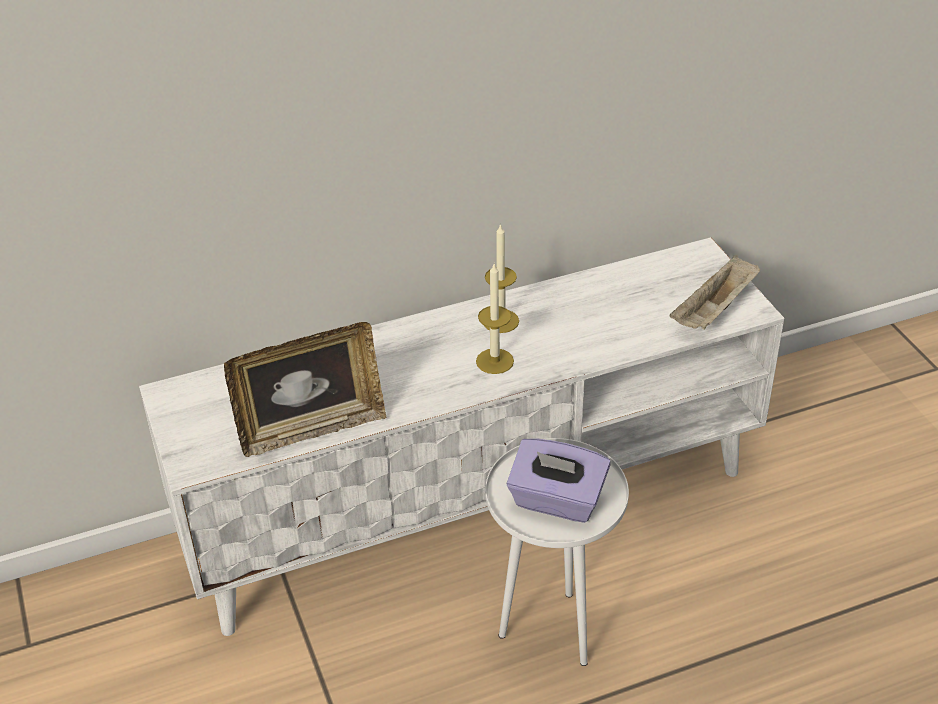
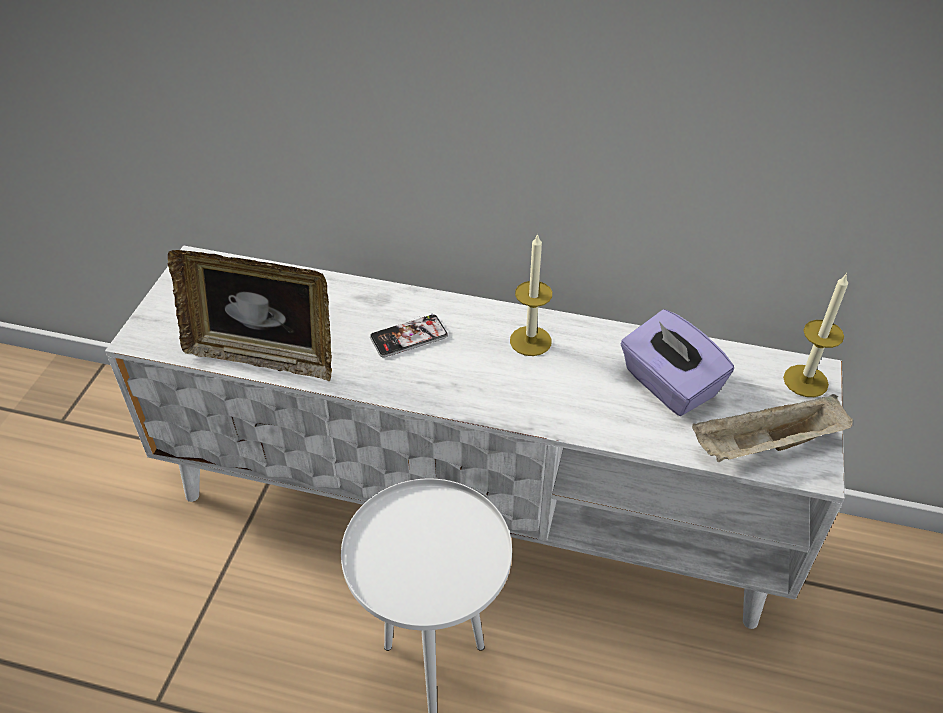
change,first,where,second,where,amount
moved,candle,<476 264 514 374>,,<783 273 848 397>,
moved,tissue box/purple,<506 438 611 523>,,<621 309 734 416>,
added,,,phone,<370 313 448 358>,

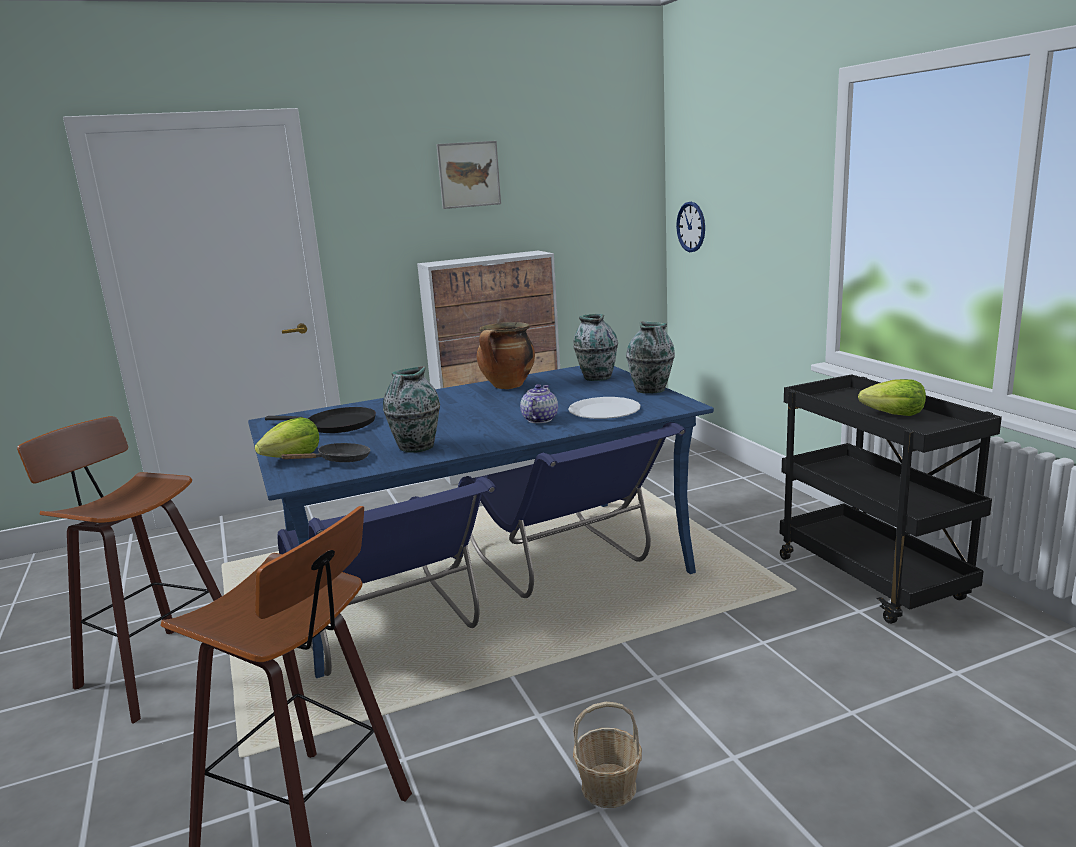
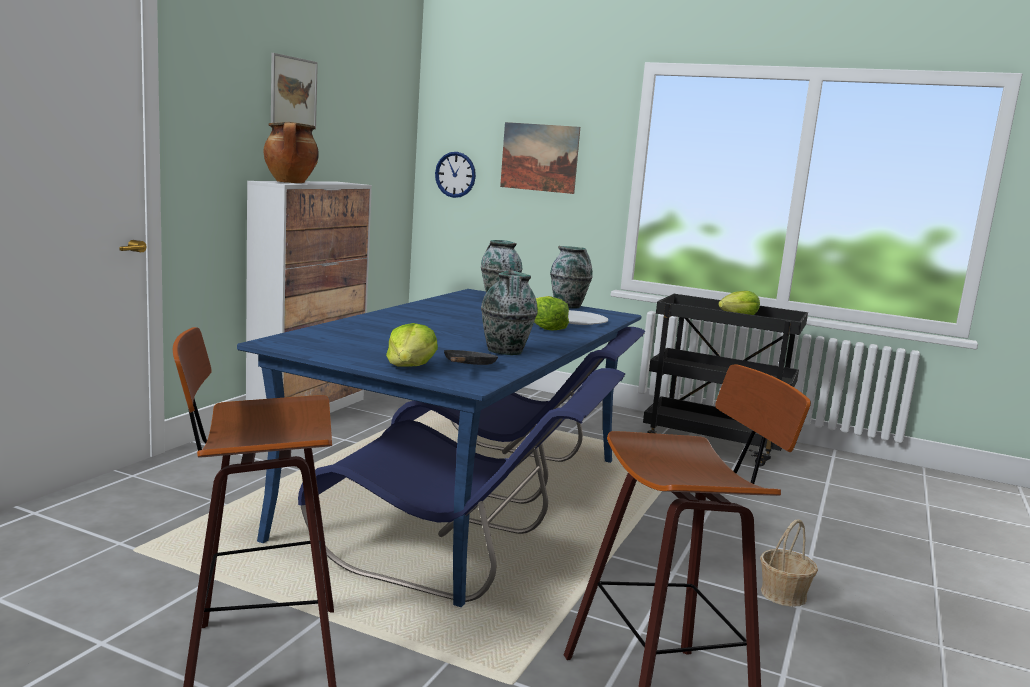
change,first,where,second,where,amount
removed,frying pan/black,<265 407 376 433>,,,
moved,cooking pot,<477 322 535 389>,,<263 122 319 183>,
replaced,teapot,<520 384 558 423>,lettuce,<534 296 569 331>,
added,,,picture,<500 122 580 194>,

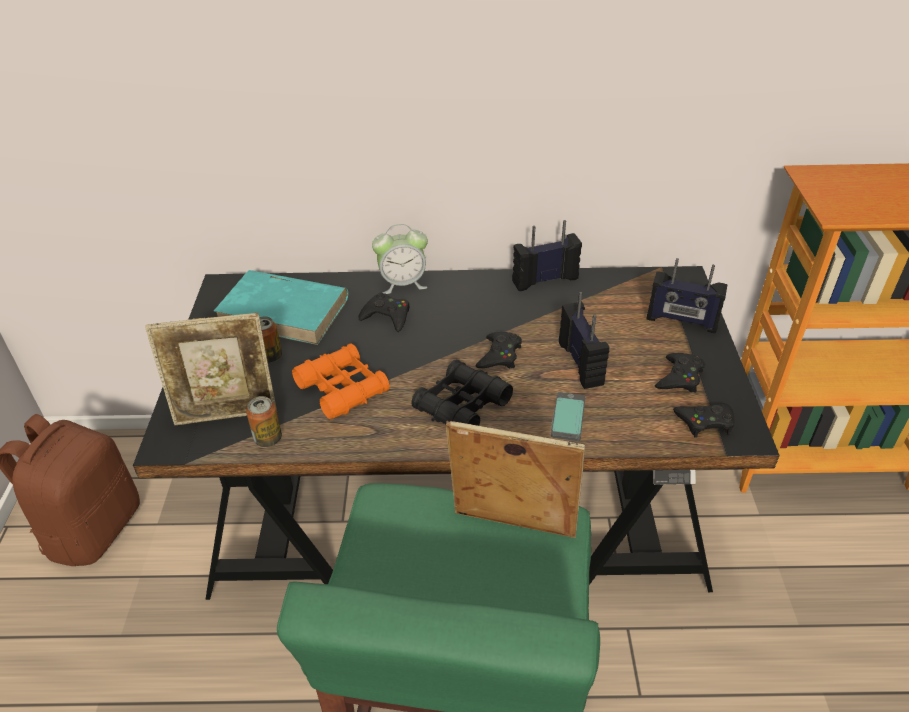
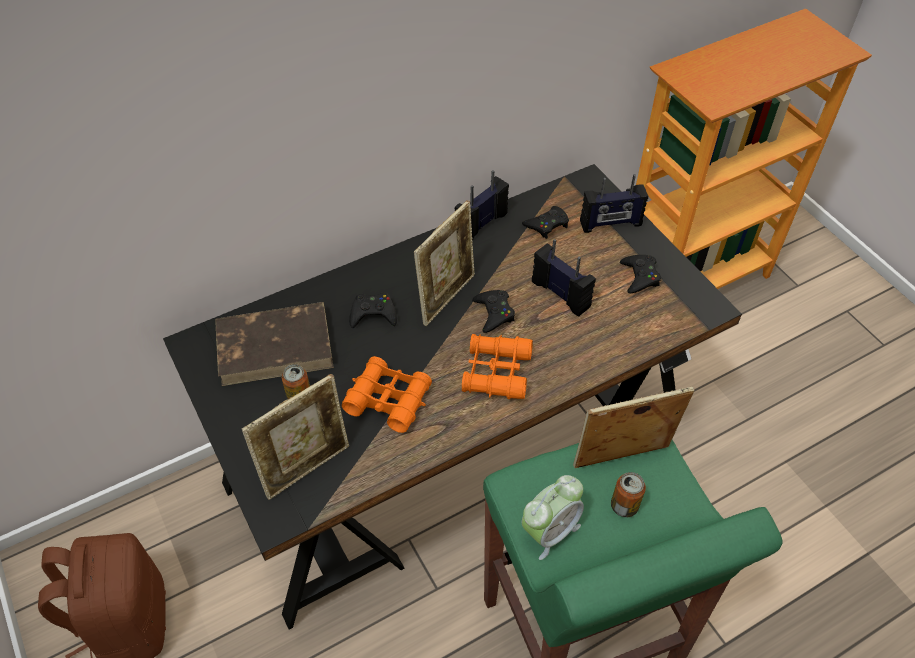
change,first,where,second,where,amount
recoloured,book/turquoise,<214 270 348 345>,book/brown,<215 302 334 386>,
moved,can,<246 396 282 447>,,<611 472 646 517>,
moved,alarm clock,<372 224 428 294>,,<522 475 584 560>,
recoloured,binoculars/black,<411 360 513 426>,binoculars/orange,<462 334 533 399>,
removed,phone,<551 392 586 441>,,,
moved,game controller/black,<673 403 735 438>,,<522 206 569 239>,
added,,,picture frame,<414 200 475 326>,

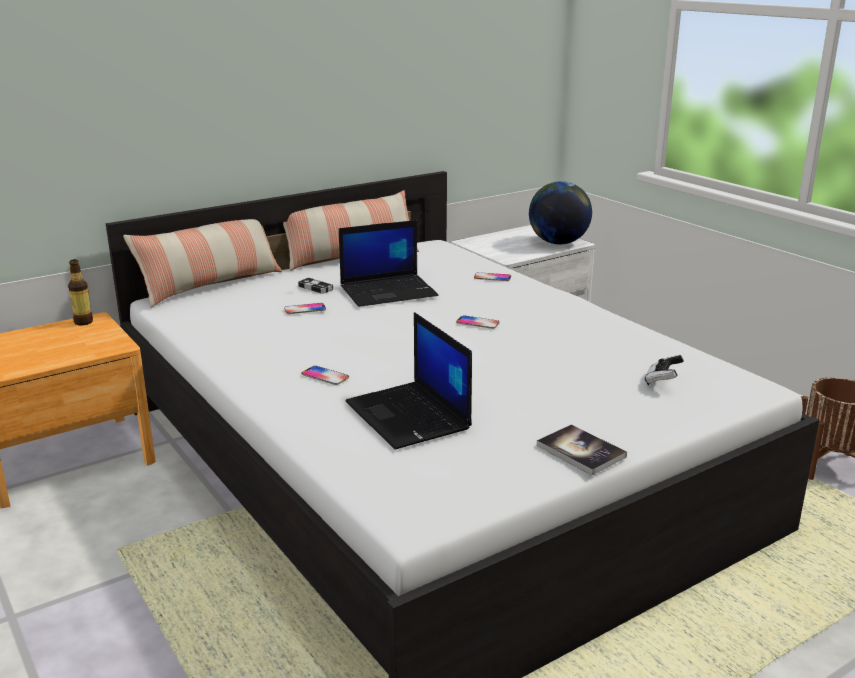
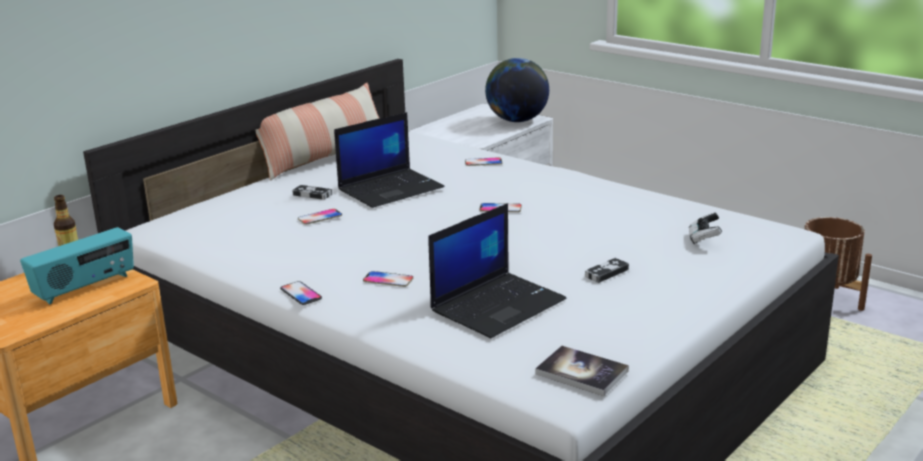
change,first,where,second,where,amount
removed,pillow,<123 219 282 308>,,,
turned,laptop,<345 312 472 450>,,<429 203 567 338>,90 degrees counterclockwise
moved,book,<537 425 627 475>,,<535 346 629 396>,
added,,,radio,<20 227 134 305>,
added,,,phone,<280 281 322 305>,
added,,,game controller,<585 258 629 283>,

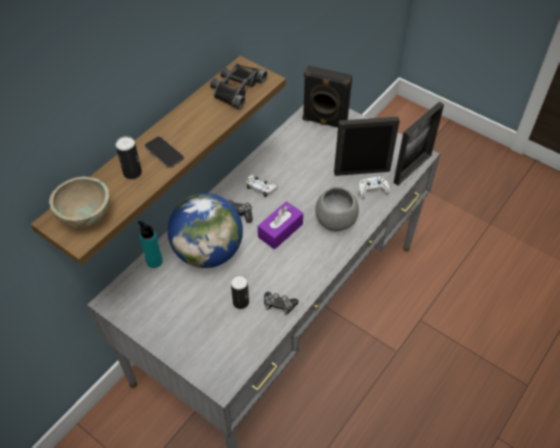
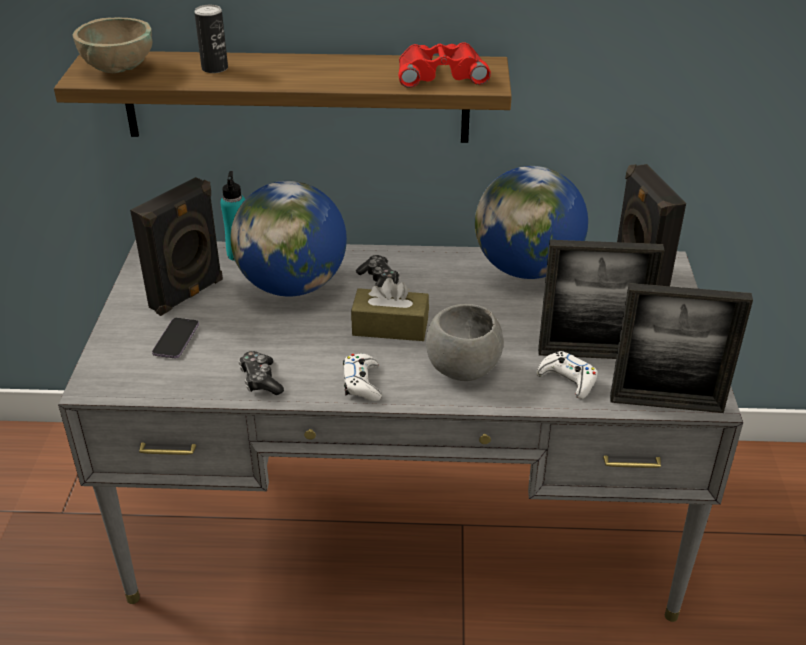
change,first,where,second,where,amount
moved,phone,<144 136 184 168>,,<152 318 199 358>,
recoloured,binoculars/black,<210 63 267 110>,binoculars/red,<398 42 491 88>,
removed,can,<231 275 249 309>,,,
moved,game controller/white,<246 174 278 197>,,<343 353 382 401>,
recoloured,tissue box/purple,<258 201 303 249>,tissue box/brown,<351 278 429 341>,
turned,picture frame,<334 116 400 176>,,<538 240 665 359>,135 degrees clockwise
added,,,speaker/black,<130 177 223 316>,
added,,,globe,<475 166 588 279>,

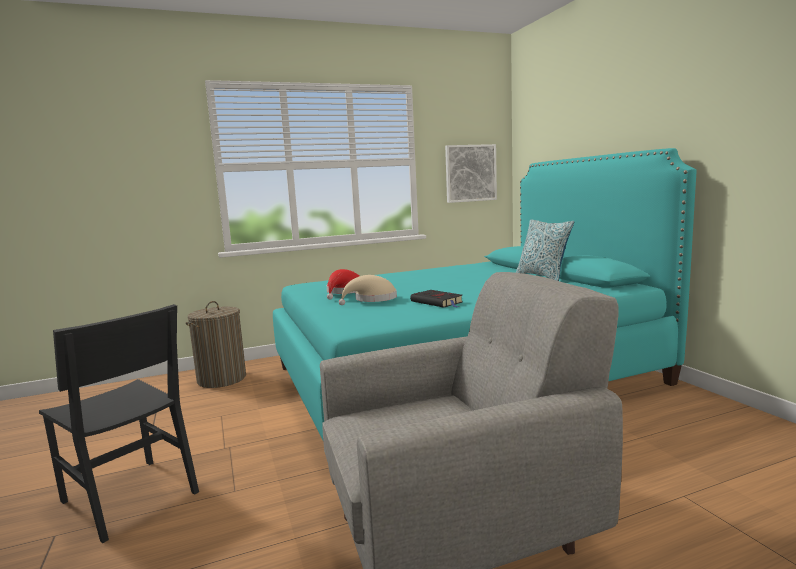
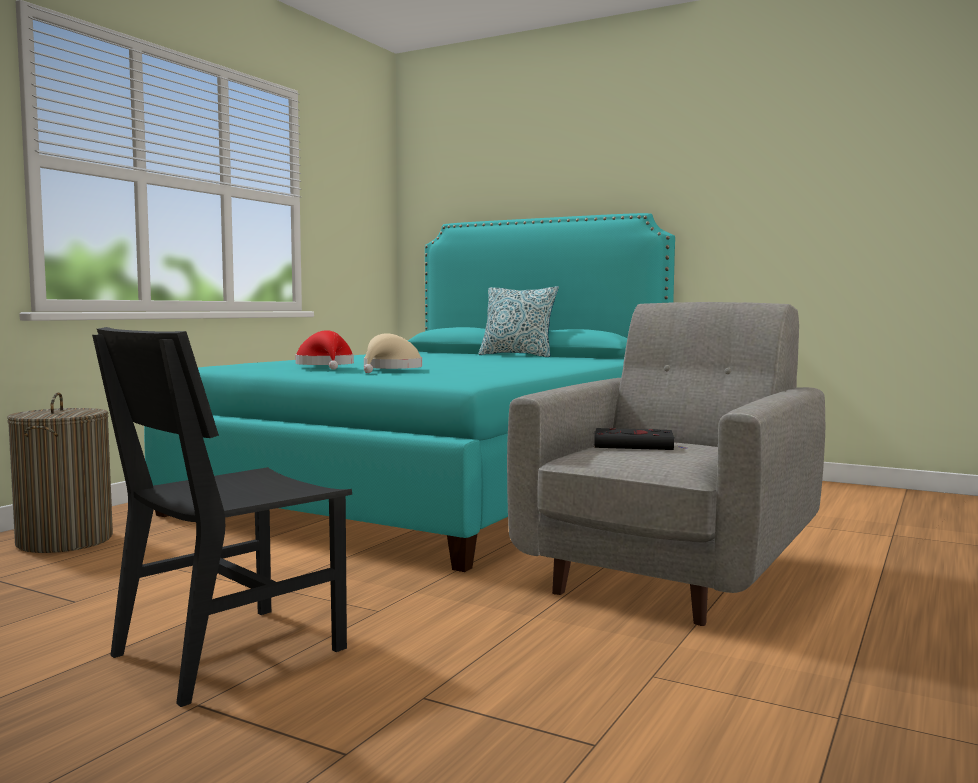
change,first,where,second,where,amount
turned,chair/black,<39 304 199 543>,,<92 327 352 707>,135 degrees clockwise
moved,book/black,<410 290 462 308>,,<593 428 689 450>,
removed,picture,<445 144 497 203>,,,

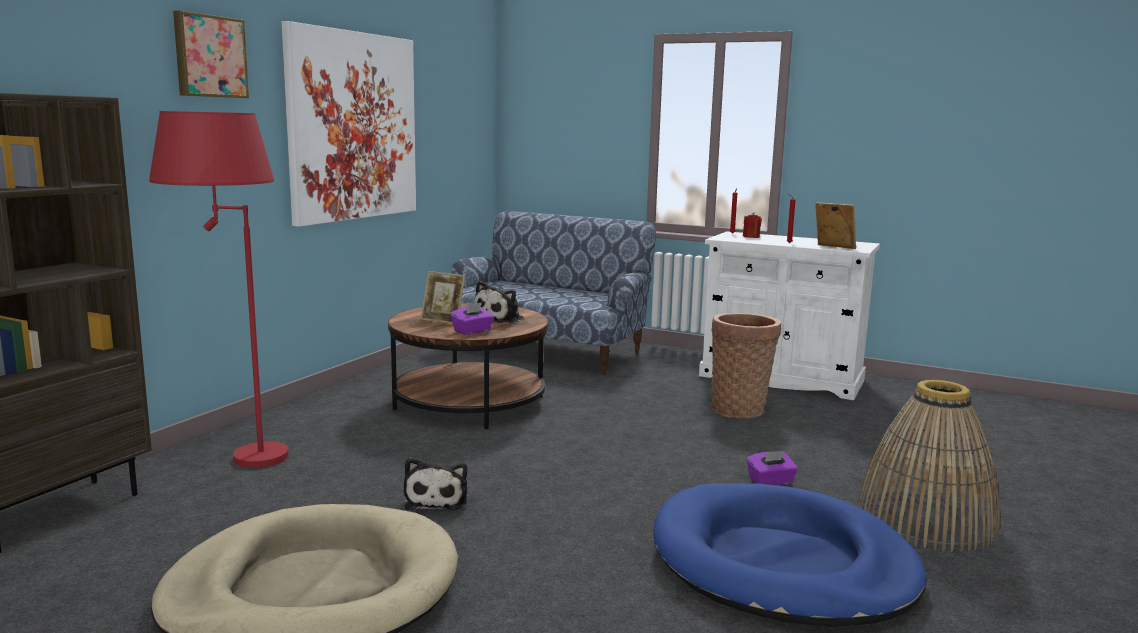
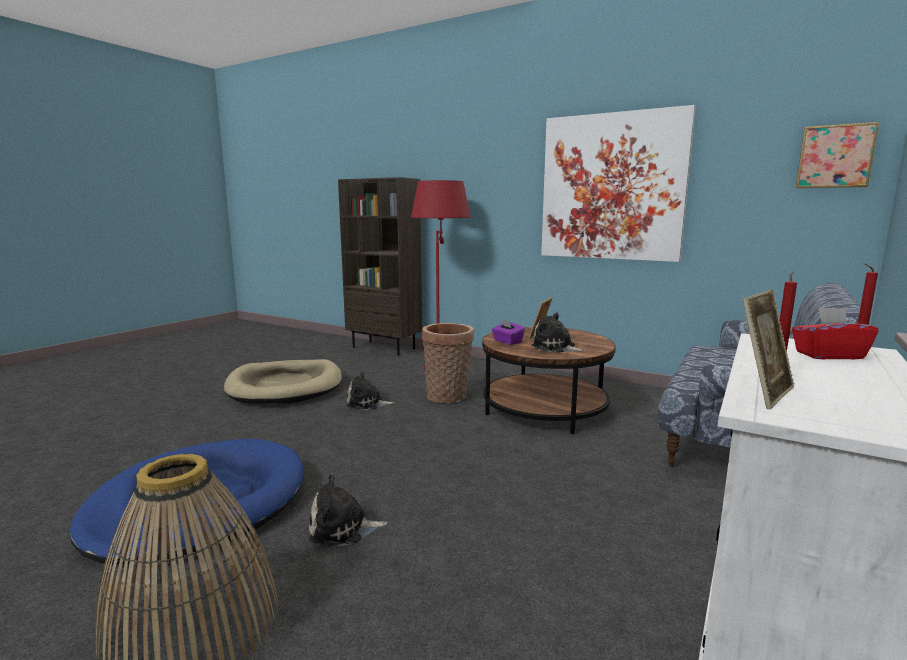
change,first,where,second,where,amount
moved,picture,<173 11 249 98>,,<796 122 879 188>,
moved,basket,<711 313 781 419>,,<422 323 474 403>,
replaced,candle/red,<743 212 762 238>,tissue box/red,<792 307 879 359>,
replaced,tissue box/purple,<747 451 798 485>,plush toy,<309 474 387 547>,

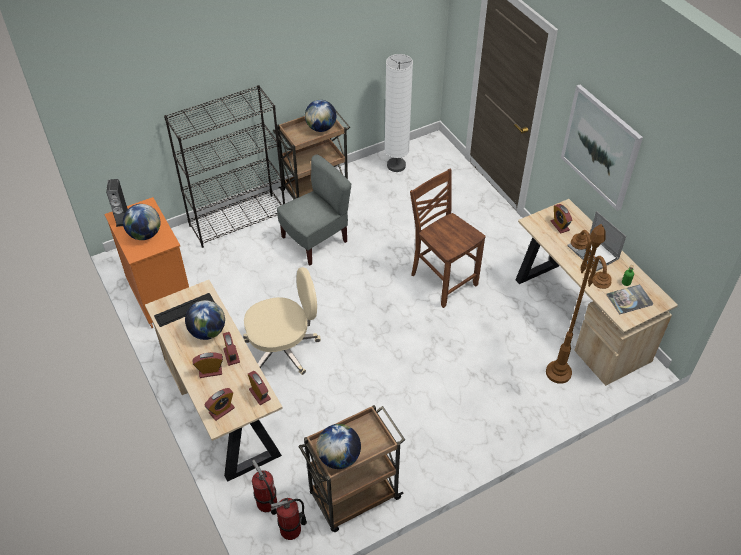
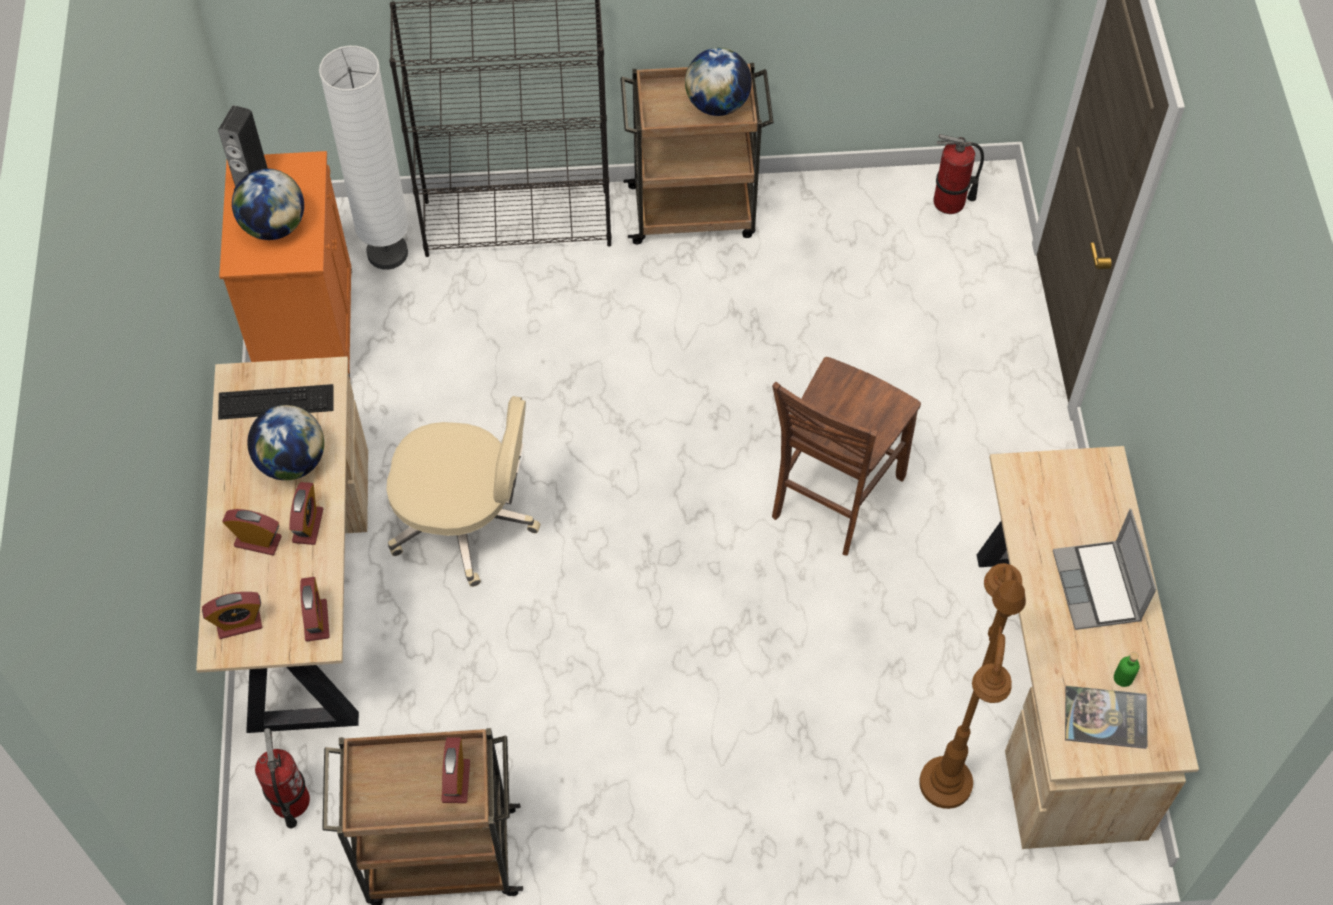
change,first,where,second,where,amount
moved,fire extinguisher,<270 498 307 540>,,<933 134 984 214>,
removed,chair/grey,<277 154 351 265>,,,
removed,globe,<316 424 361 469>,,,
moved,floor lamp/white,<385 54 413 172>,,<319 46 409 270>,
turned,chair/brown,<410 169 486 308>,,<772 357 921 556>,135 degrees counterclockwise
moved,alarm clock,<551 204 572 233>,,<441 737 470 803>,
removed,picture,<561 85 643 211>,,,

